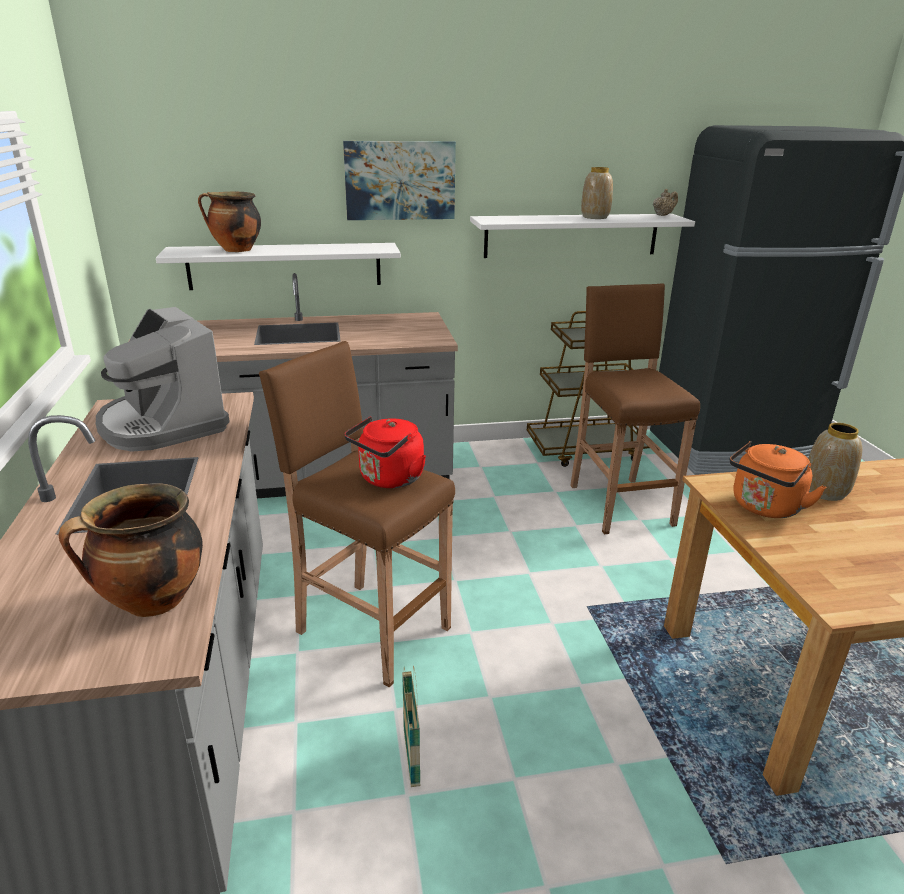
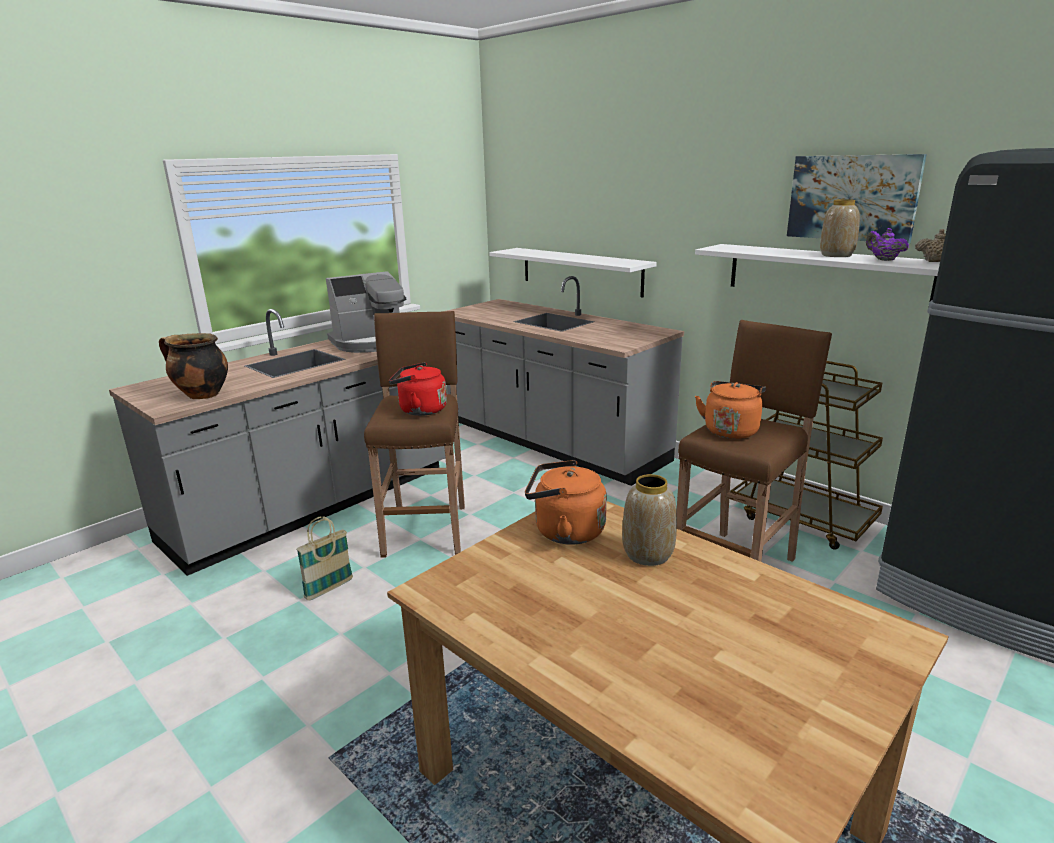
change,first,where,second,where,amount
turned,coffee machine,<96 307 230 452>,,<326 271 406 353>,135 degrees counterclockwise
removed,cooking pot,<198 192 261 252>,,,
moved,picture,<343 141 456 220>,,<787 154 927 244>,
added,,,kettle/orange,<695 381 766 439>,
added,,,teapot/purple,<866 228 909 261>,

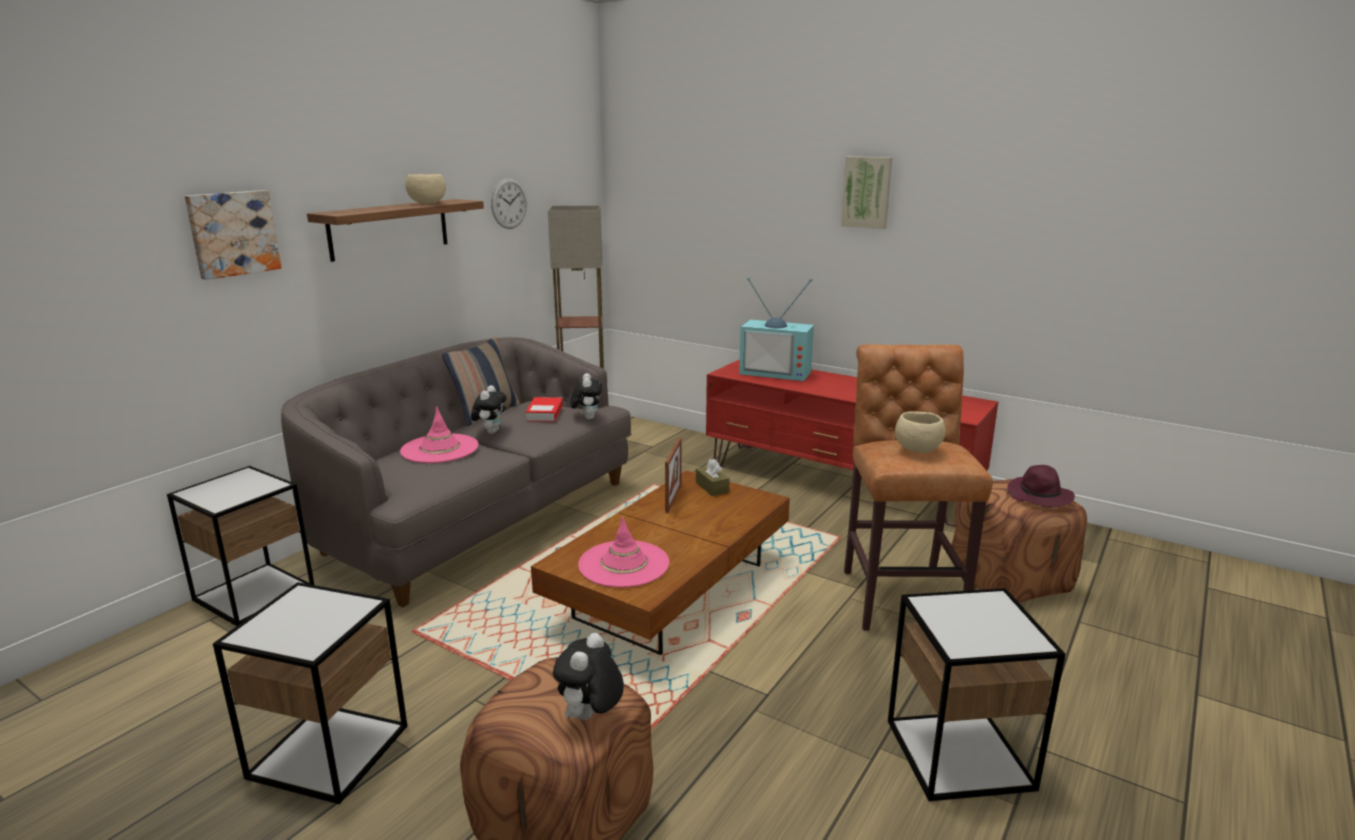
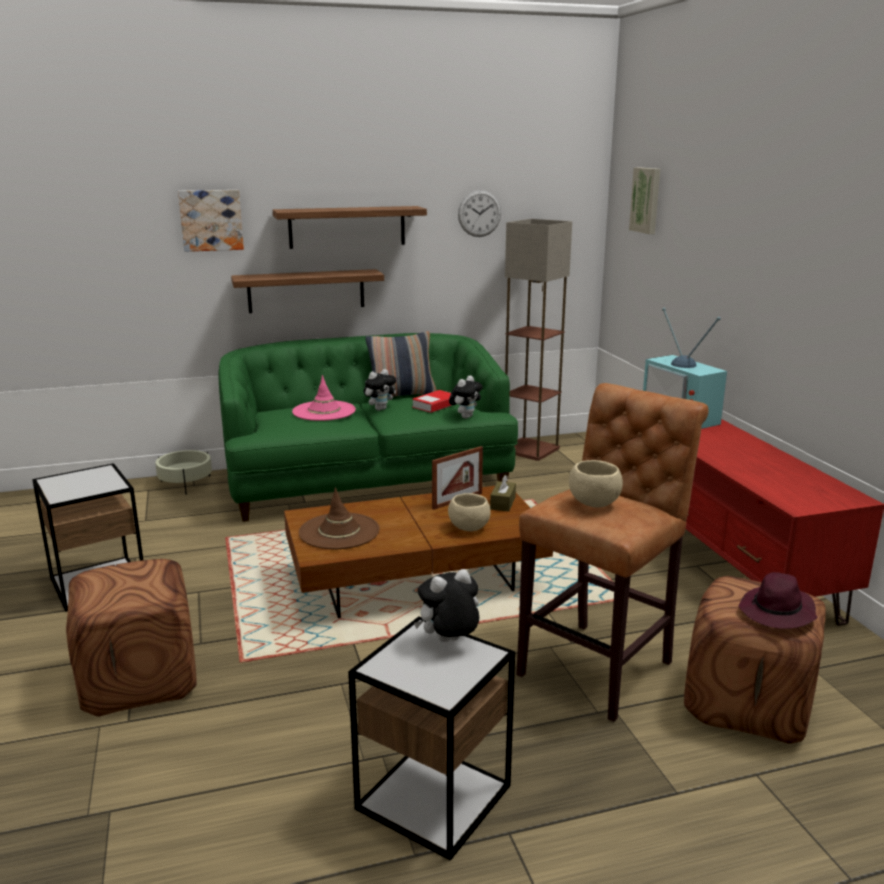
change,first,where,second,where,amount
replaced,side table,<167 466 314 626>,planter/beige,<155 450 212 495>,
recoloured,sofa/grey,<281 337 631 607>,sofa/green,<219 333 518 522>,
moved,bowl/beige,<406 174 446 204>,,<448 493 491 532>,
moved,plush toy,<553 633 624 720>,,<414 569 479 642>,
recoloured,hat/pink,<578 516 669 588>,hat/brown,<299 487 380 549>,
moved,picture,<841 157 892 229>,,<629 167 660 234>,
added,,,shelf,<231 269 384 313>,

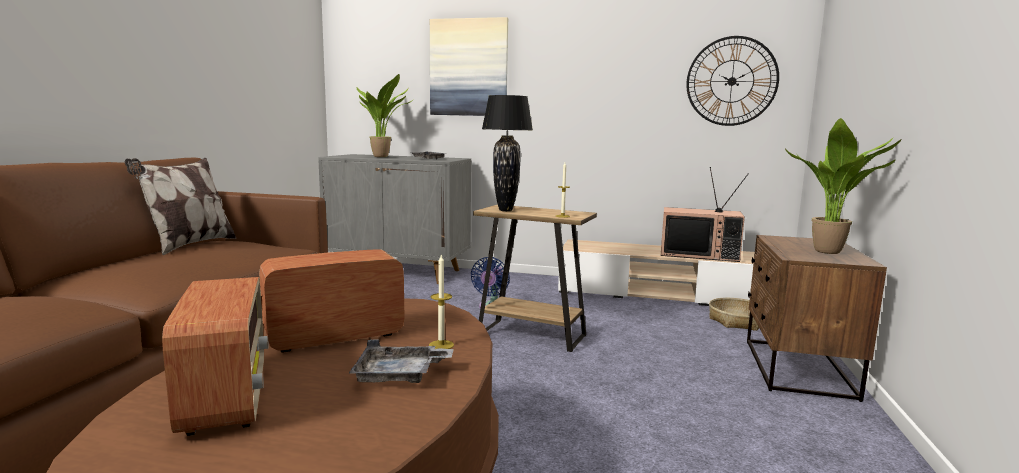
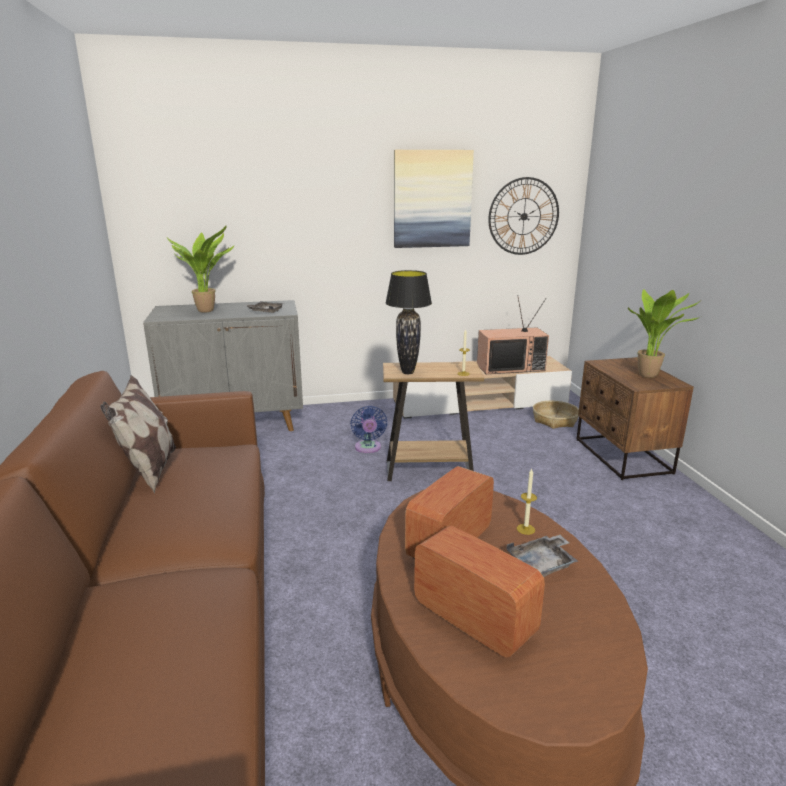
change,first,where,second,where,amount
moved,picture,<430 17 508 116>,,<394 150 474 248>,

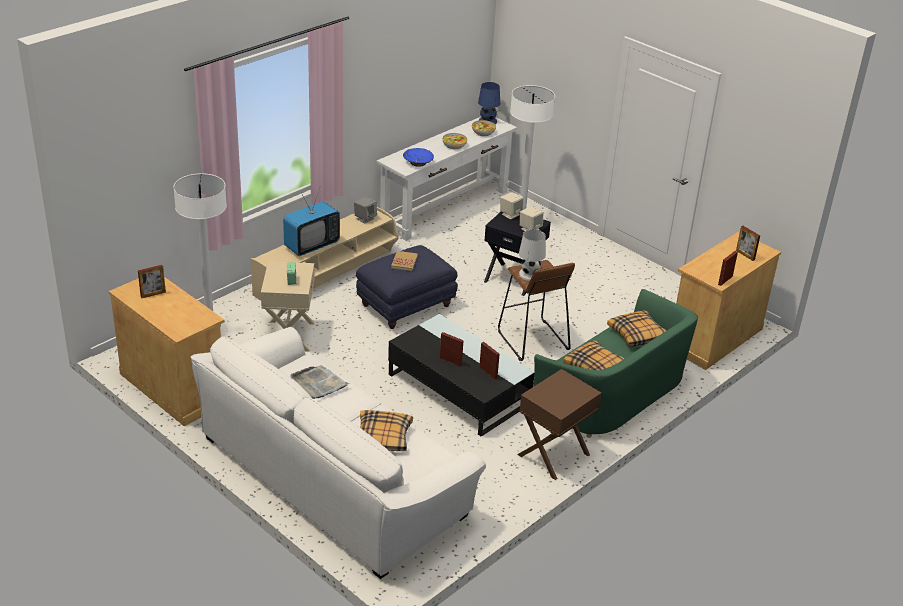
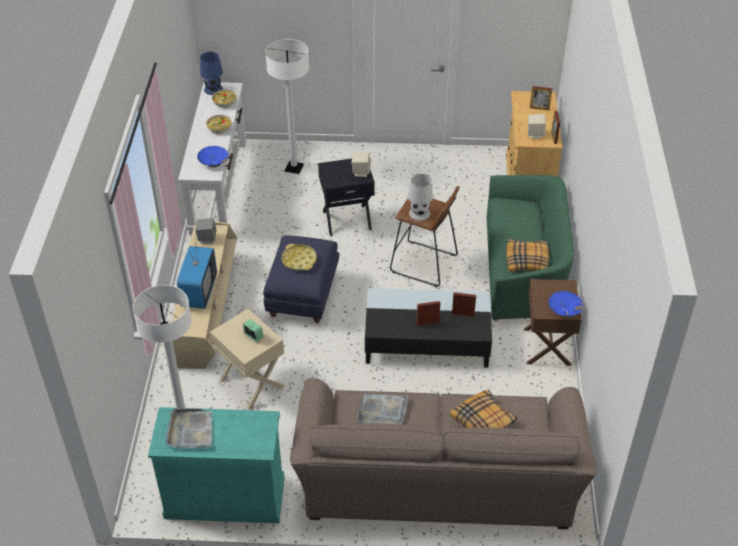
change,first,where,second,where,amount
recoloured,cabinet/beige,<109 277 225 426>,cabinet/turquoise,<148 407 285 523>,
replaced,picture frame,<138 265 166 298>,tray/grey,<165 408 212 448>,
recoloured,sofa/white,<191 327 486 579>,sofa/brown,<290 378 597 529>,
replaced,book,<391 251 418 271>,tray/yellow,<281 244 317 271>,
moved,speaker/beige,<500 192 523 220>,,<528 114 546 139>,
removed,pillow,<607 311 667 347>,,,
added,,,bowl/blue,<548 291 584 317>,

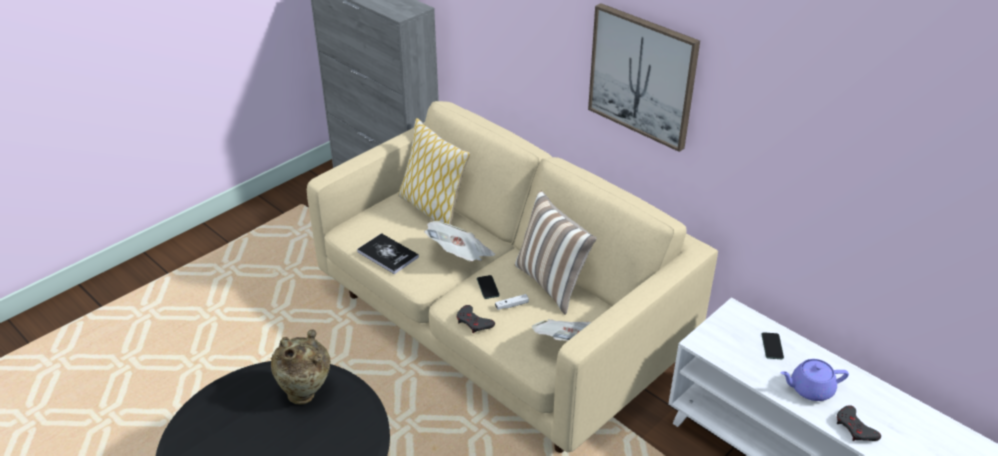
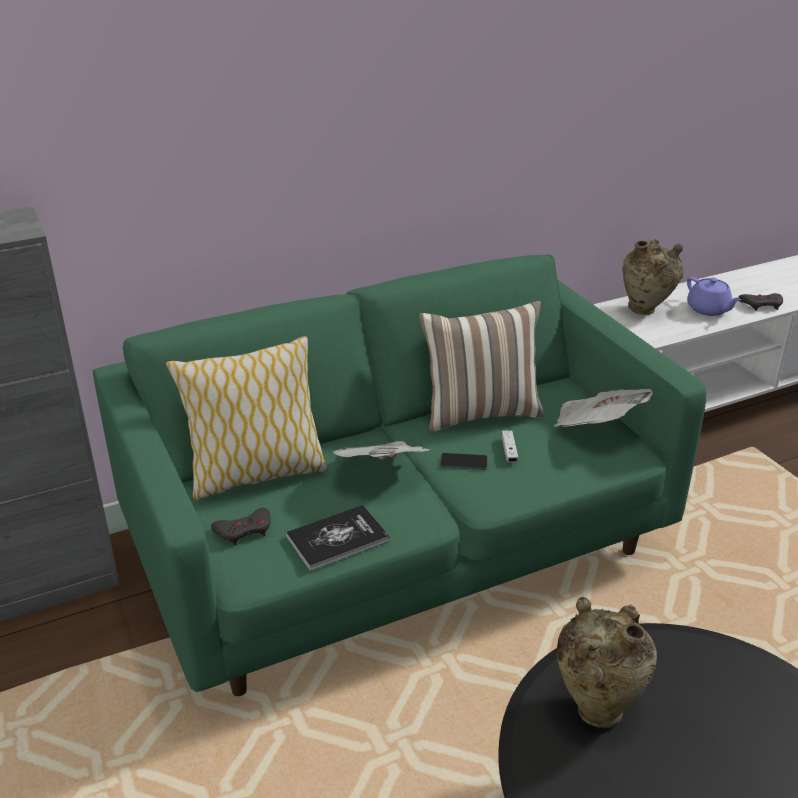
change,first,where,second,where,amount
recoloured,sofa/beige,<307 101 718 453>,sofa/green,<93 255 706 696>,
moved,game controller/grey,<457 305 495 333>,,<211 508 271 545>,
removed,picture,<588 3 700 152>,,,
replaced,phone,<762 332 784 359>,vase/beige,<622 239 683 315>,
turned,teapot/purple,<780 359 849 401>,,<687 277 741 316>,45 degrees counterclockwise

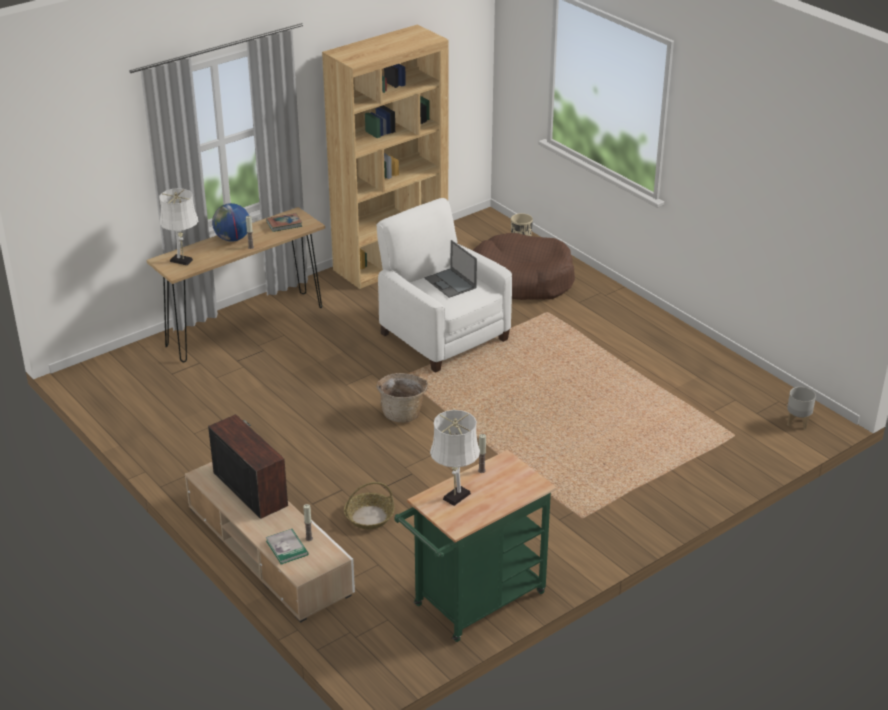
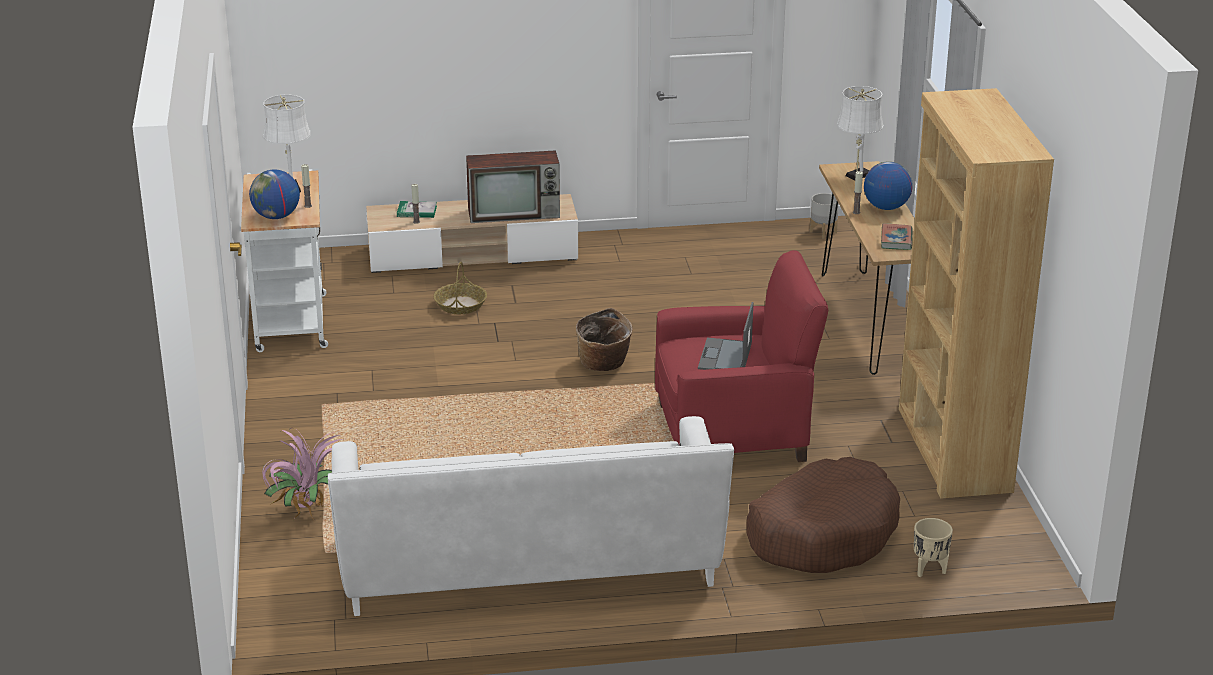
change,first,where,second,where,amount
recoloured,armchair/white,<376 198 512 373>,armchair/red,<655 250 828 462>,
recoloured,cart/green,<395 450 557 642>,cart/white,<241 169 328 352>,
turned,laptop,<425 240 477 298>,,<698 302 753 370>,75 degrees counterclockwise
moved,planter/grey,<787 387 816 429>,,<810 193 839 239>,
added,,,globe,<249 169 300 219>,
added,,,potted plant,<262 428 342 522>,
added,,,sofa/white,<328 416 734 616>,

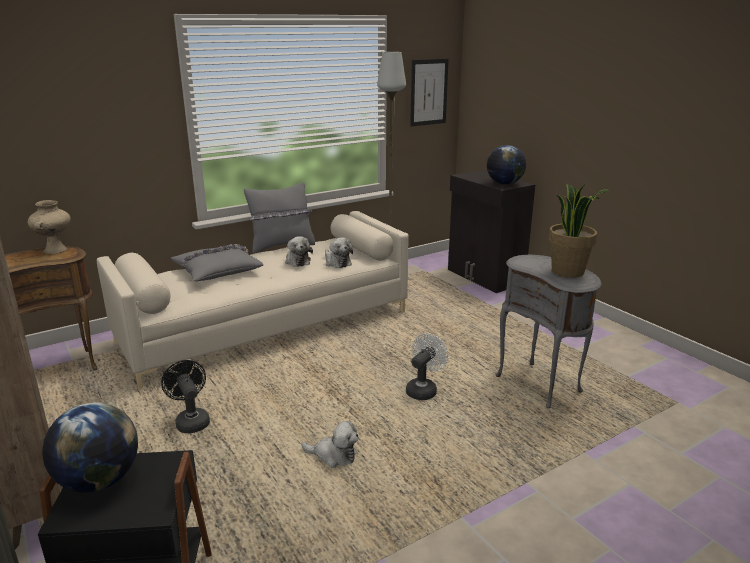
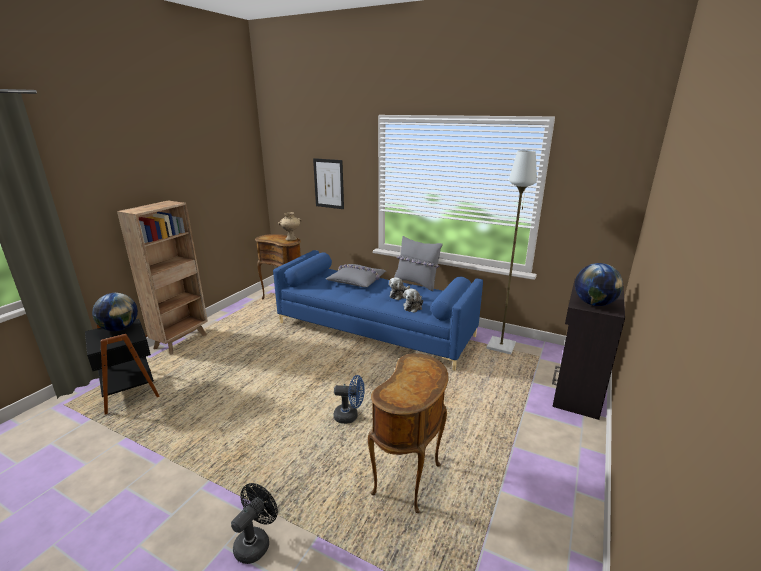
change,first,where,second,where,amount
recoloured,sofa/beige,<97 211 409 389>,sofa/blue,<273 250 483 371>,
moved,fan/black,<161 360 210 433>,,<231 483 278 564>,
removed,plush toy,<301 421 359 468>,,,
recoloured,fan/white,<406 333 449 400>,fan/blue,<334 375 365 424>,
moved,picture,<410 59 449 127>,,<313 158 344 209>,
recoloured,side table/grey,<496 254 602 408>,side table/brown,<368 353 448 513>,
removed,potted plant,<549 184 608 278>,,,

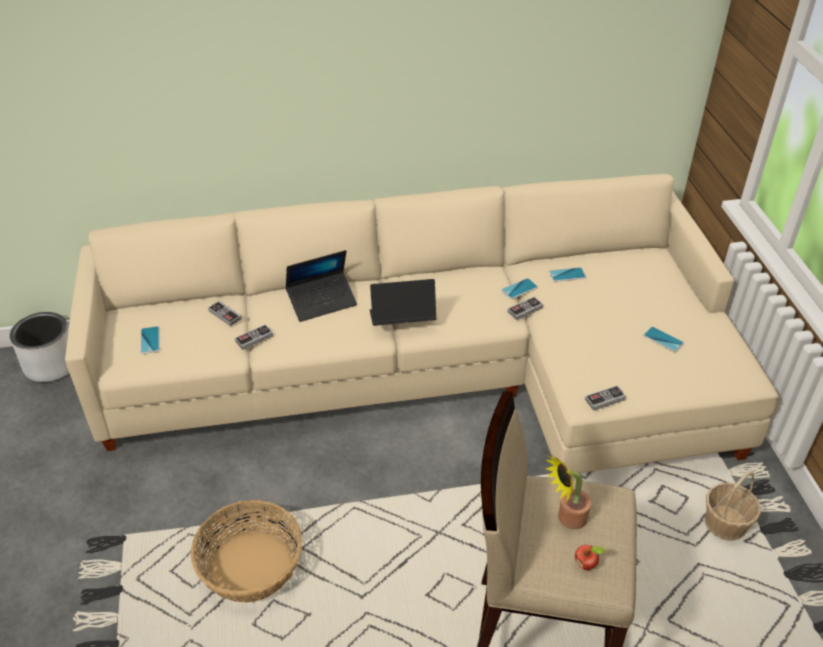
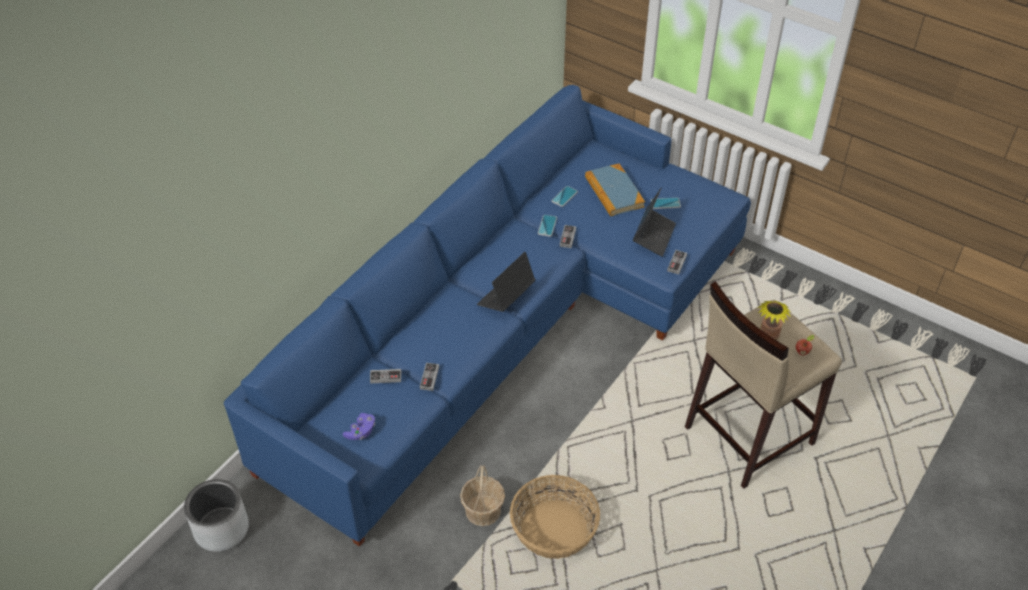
change,first,where,second,where,amount
recoloured,sofa/beige,<65 174 779 473>,sofa/blue,<224 85 751 547>,
replaced,phone,<140 326 160 354>,game controller/purple,<343 413 375 440>,
moved,laptop,<285 250 357 322>,,<633 188 676 257>,
moved,basket,<705 471 761 541>,,<460 465 505 526>,
added,,,book,<585 164 645 216>,

